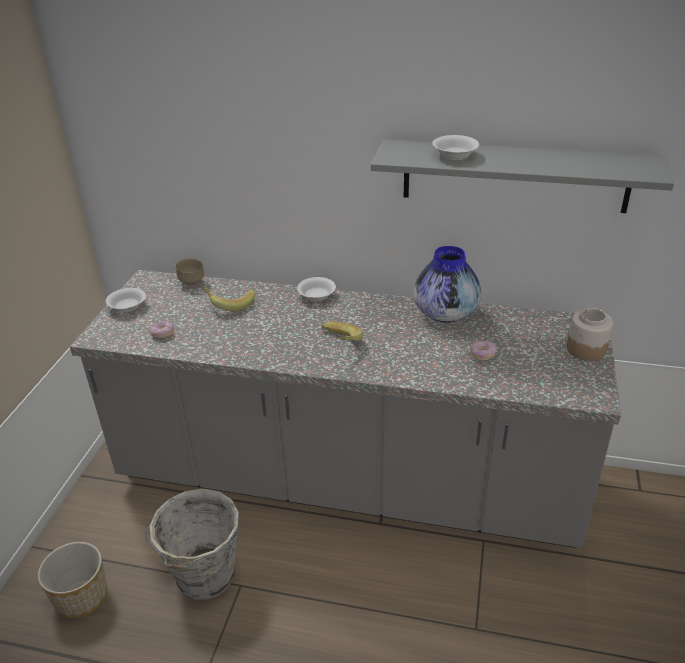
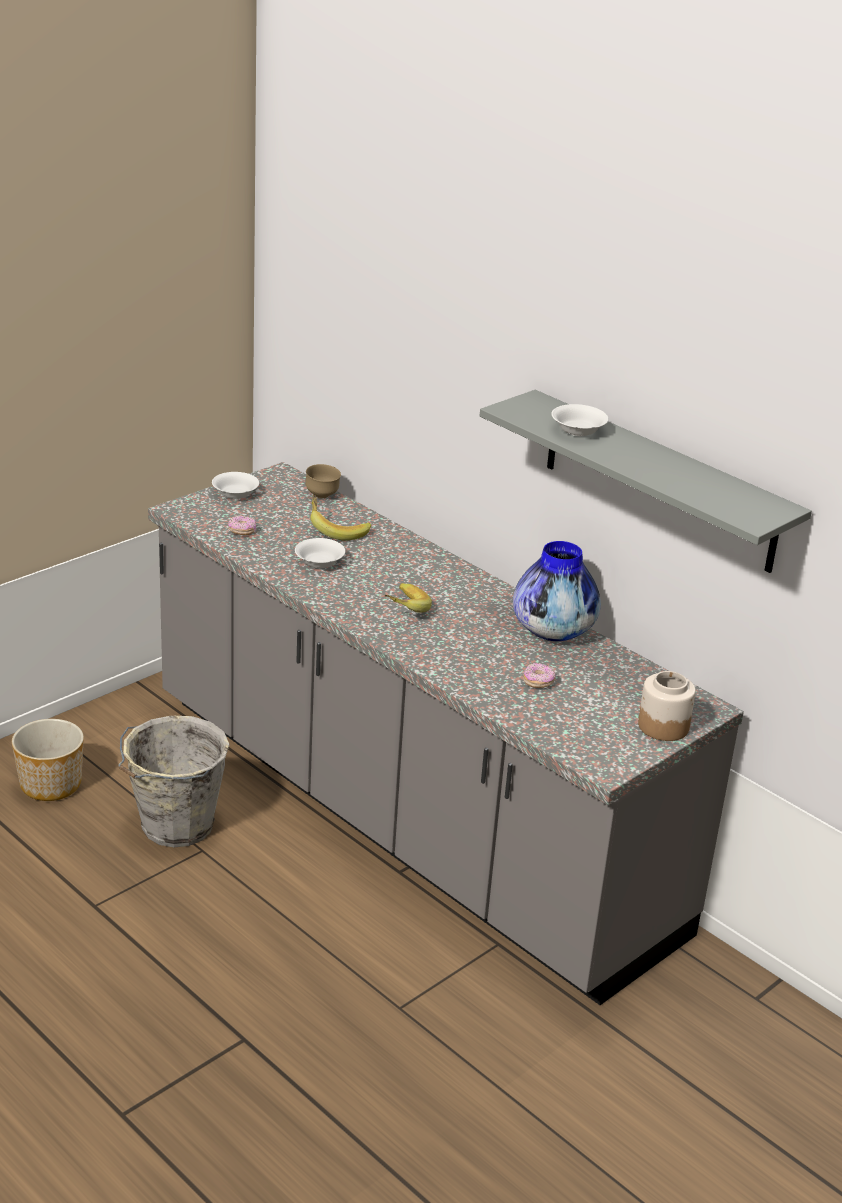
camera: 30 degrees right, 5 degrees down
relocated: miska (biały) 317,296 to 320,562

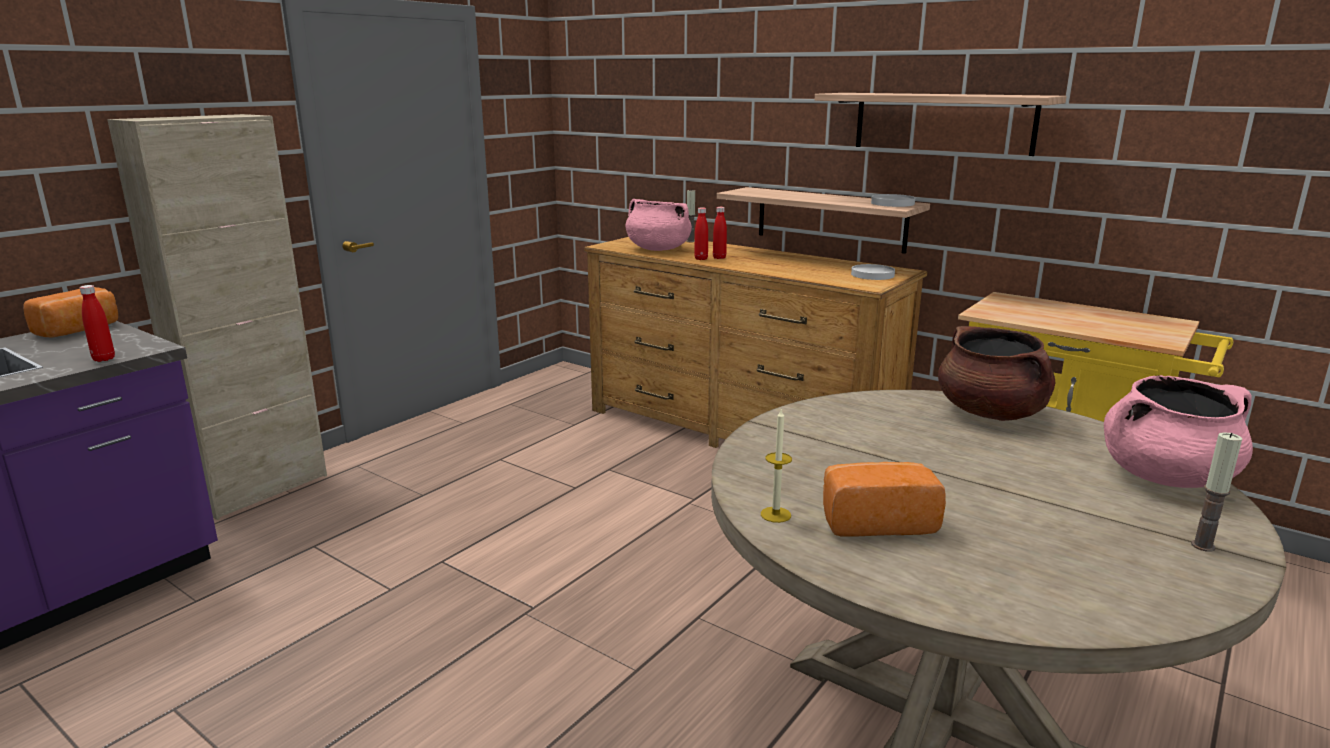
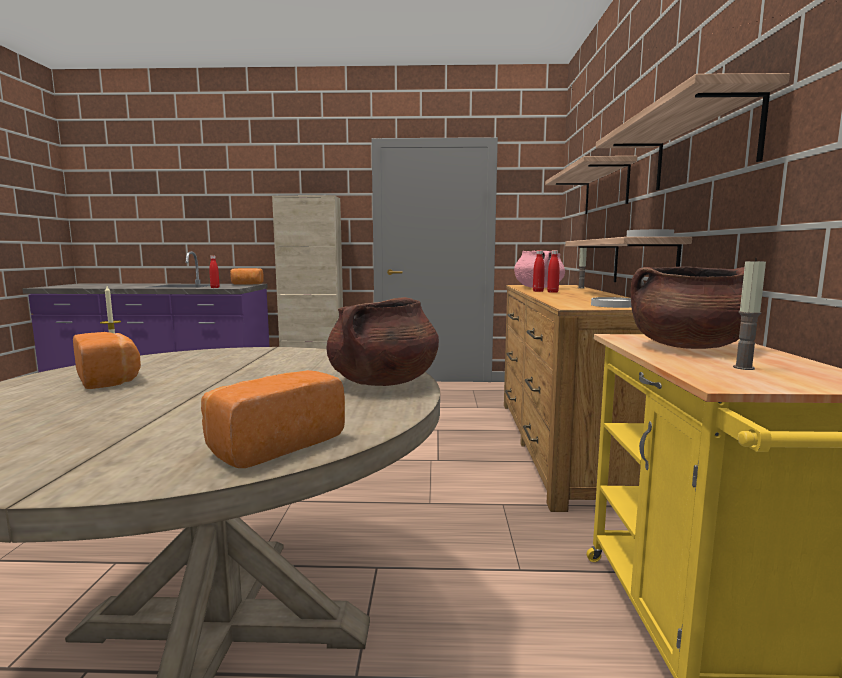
camera: 55 degrees right, 10 degrees down
appeared: półka 605,190; garnek (brązowy) 688,347
relocated: świeca 1203,546 to 744,367
exchanged: garnek (różowy) 1166,477 to chleb 273,444

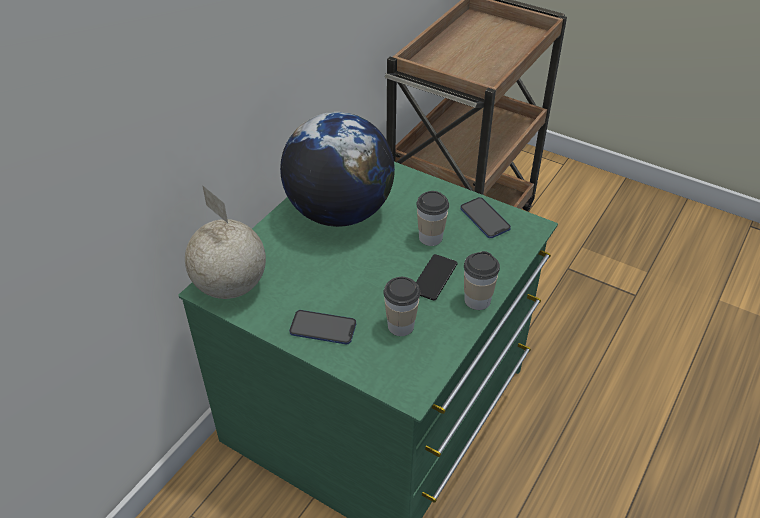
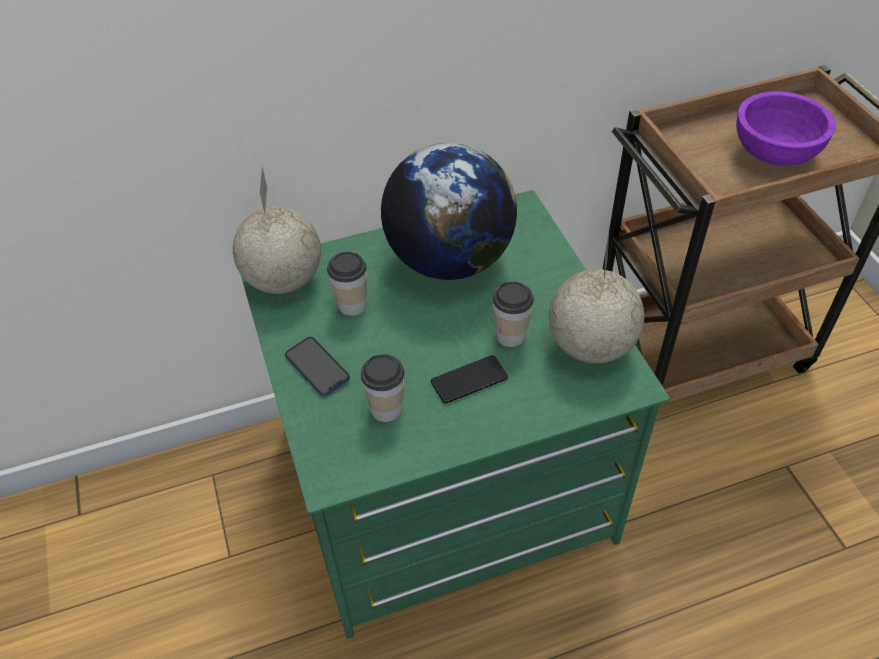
camera: 40 degrees right, 5 degrees up
appeared: miska (fioletowy) 774,152
relocated: filiżanka 477,300 to 352,305
exchanged: telefon 484,219 to globus 589,347

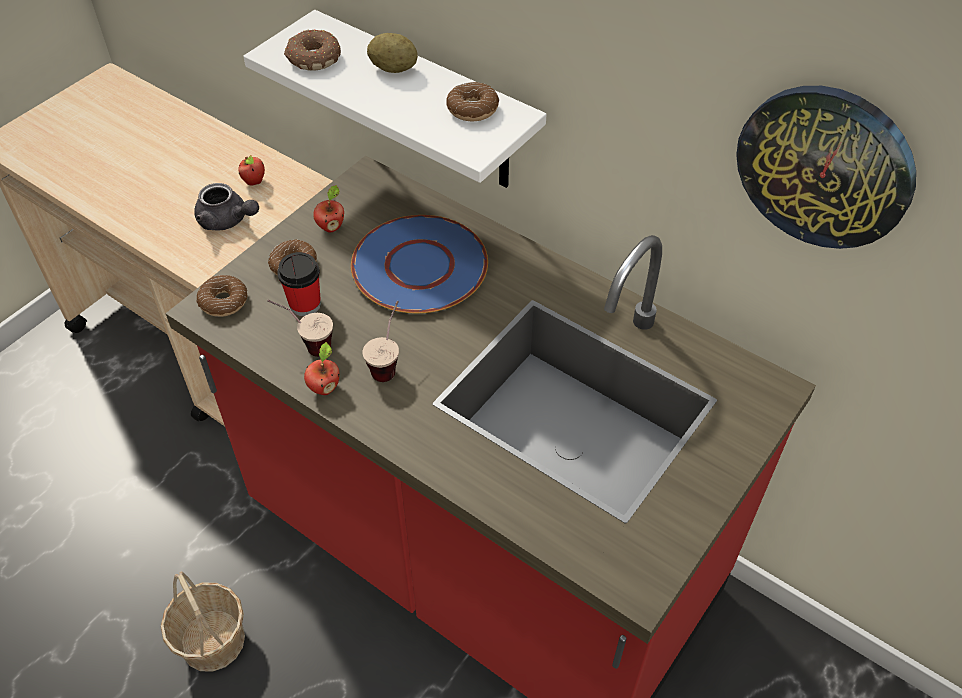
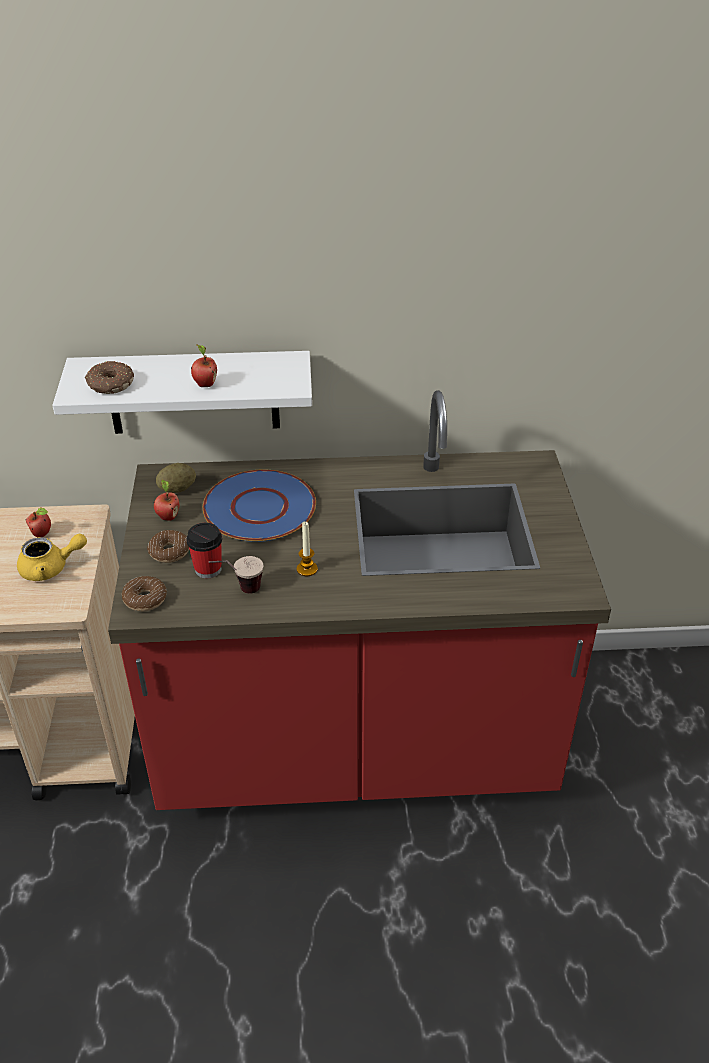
camera: 40 degrees left, 10 degrees down
missing: koszyk 213,640; donut 472,109; zegar ścienny 825,166
relocated: jabłko 324,387 to 205,384; ziemniak 393,69 to 177,489
exchanged: filiżanka 389,362 to świeca 307,569
colour: imbryk (szary) 227,221 to imbryk (żółty) 51,568

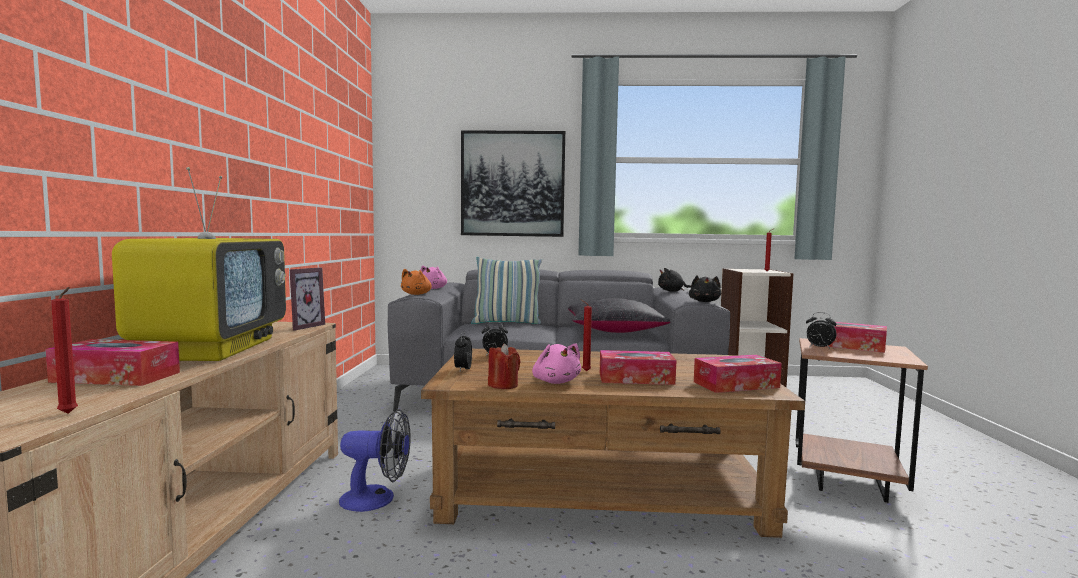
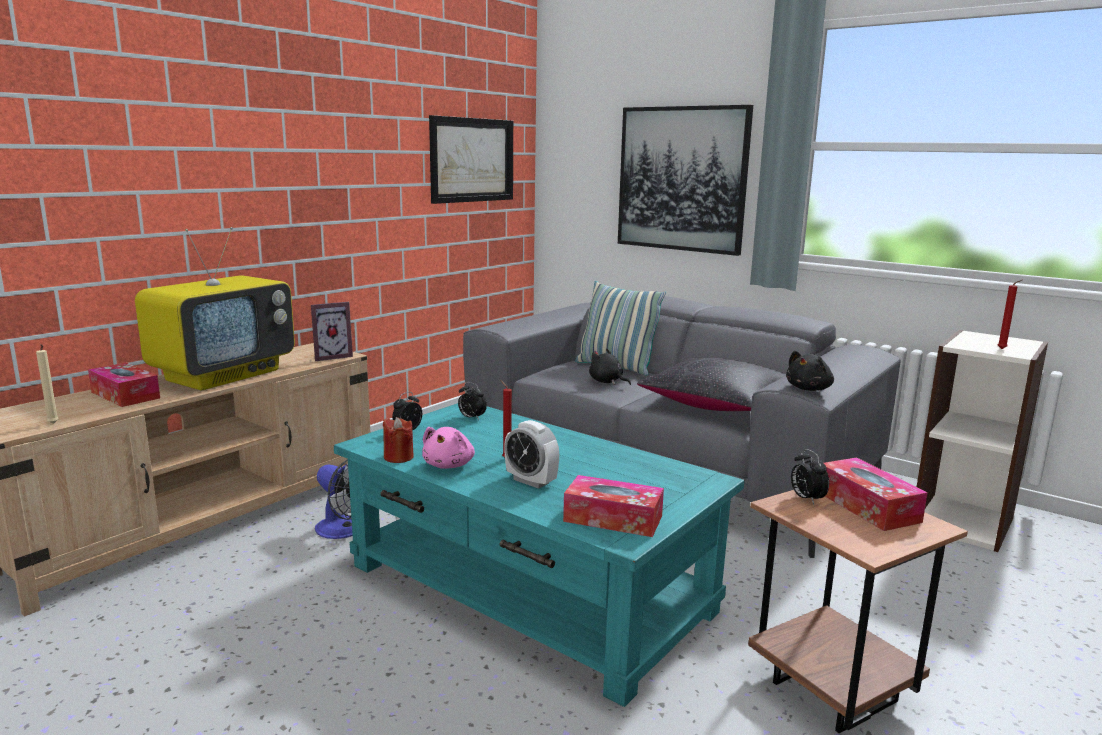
camera: 35 degrees right, 10 degrees up
missing: pluszak (pomarańczowy) 417,294; pluszak (różowy) 434,288
appeared: obraz 472,160
relocated: pluszak (czarny) 672,291 to 607,382
exchanged: pudełko chusteczek 636,378 to budzik 531,481
colour: świeca (czerwony) 69,414 to świeca (beżowy) 53,424; ława (brązowy) 601,490 to ława (turkusowy) 529,588

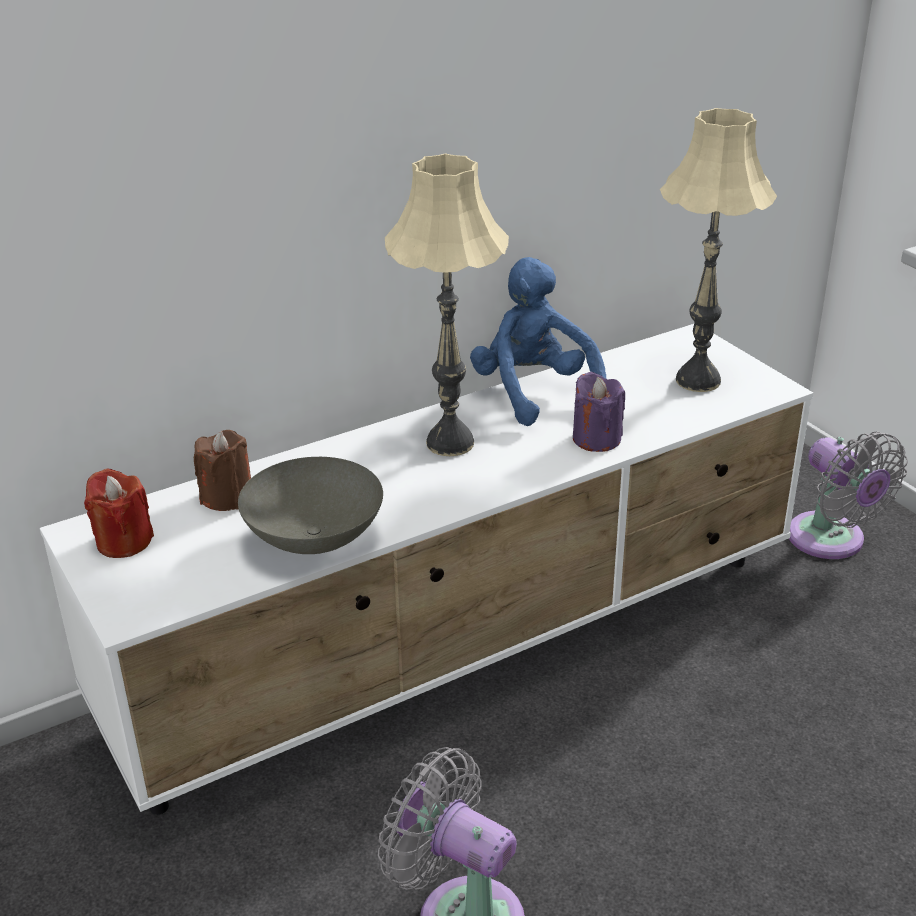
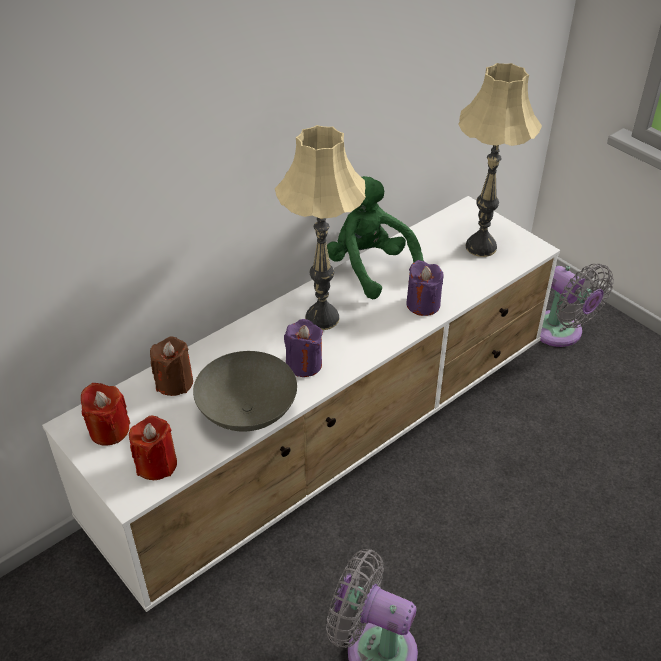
camera: 10 degrees left, 10 degrees up
appeared: świeca (czerwony) 156,464; świeca (fioletowy) 304,364
colour: pluszak (niebieski) 534,393 to pluszak (zielony) 370,268

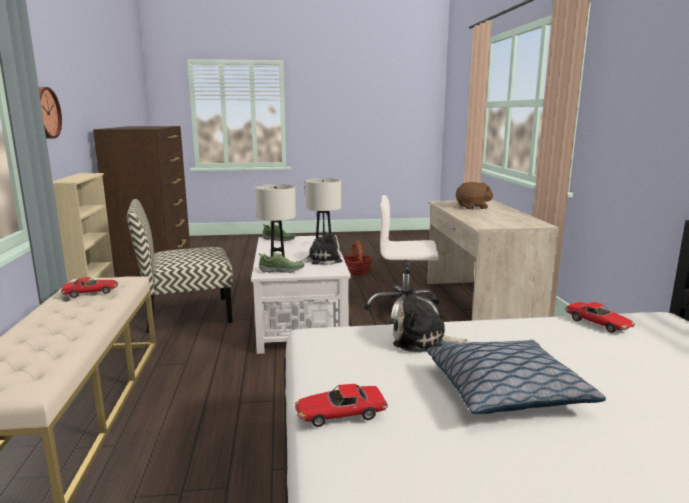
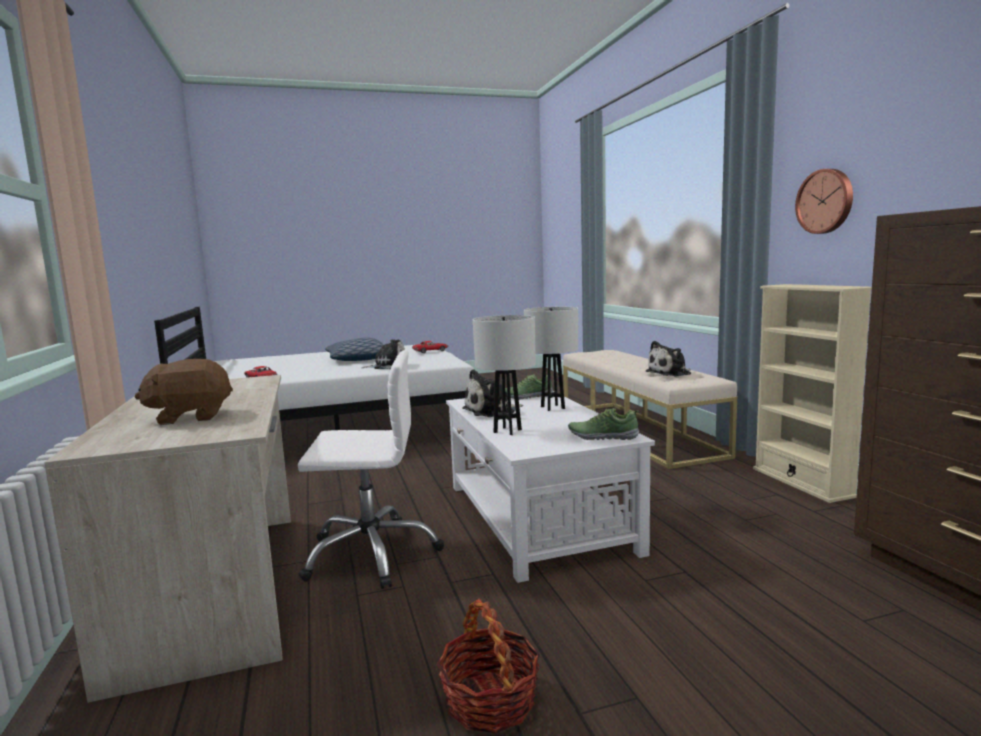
camera: 170 degrees right, 5 degrees down
missing: krzesło 186,314
exchanged: samochodzik 91,292 to pluszak 670,373

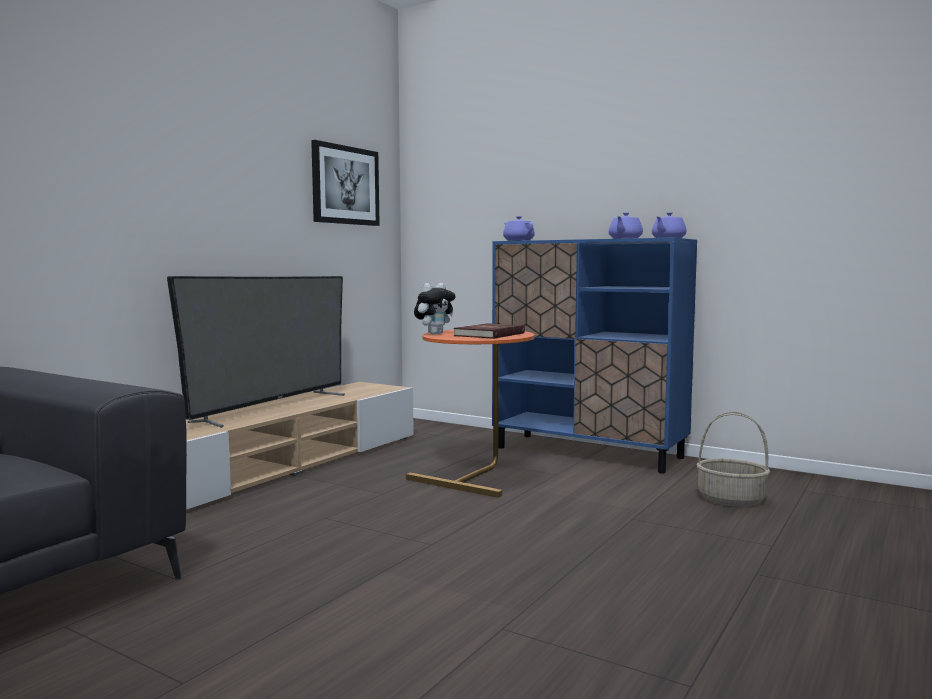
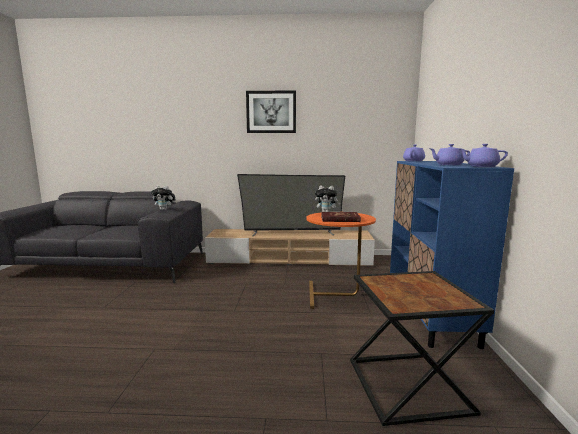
camera: 60 degrees right, 5 degrees up
appeared: pluszak 164,210
relocated: obraz 345,185 to 271,112
exchanged: koszyk 732,499 to stolik (czarny) 410,387

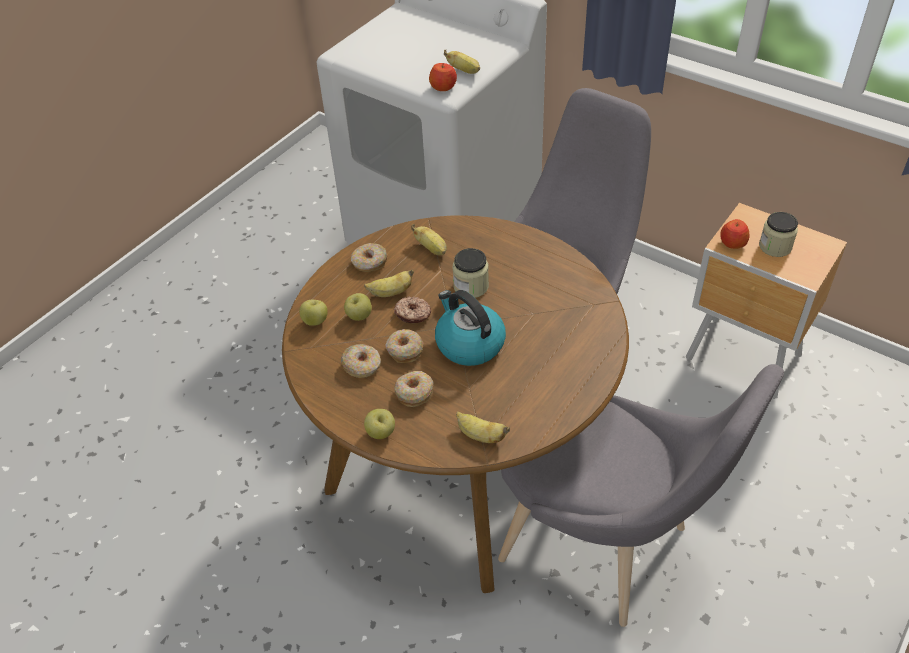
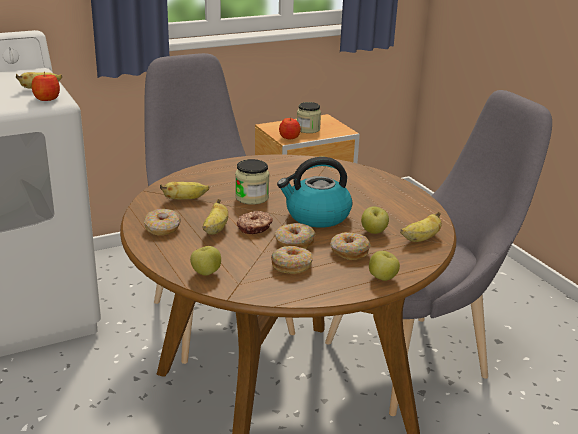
camera: 65 degrees left, 20 degrees down
relocated: jabłko 359,316 to 373,232

